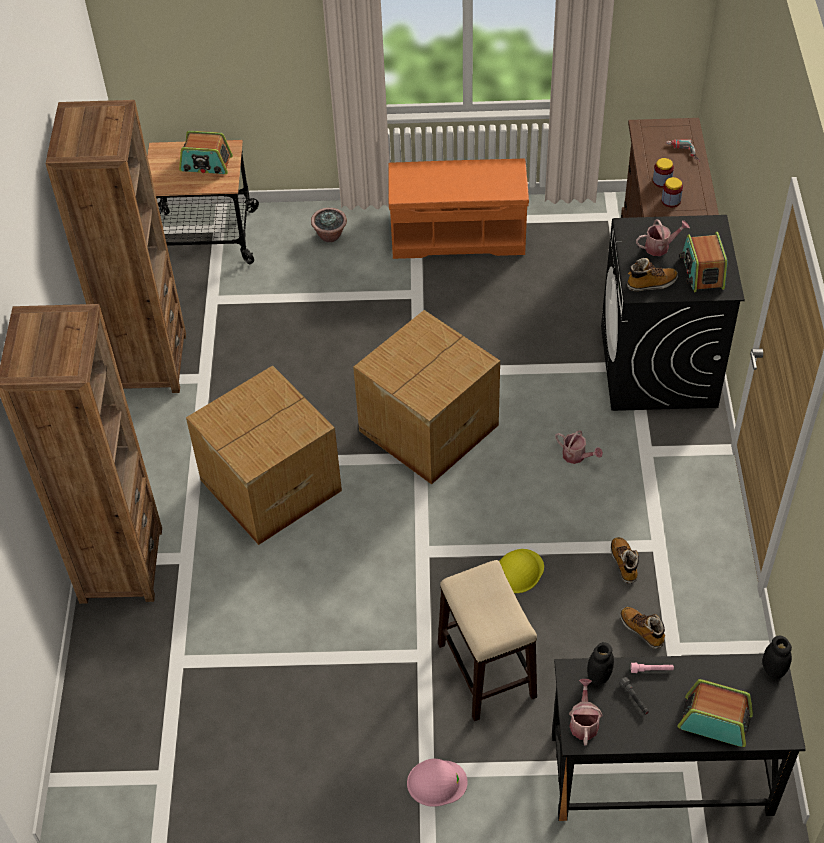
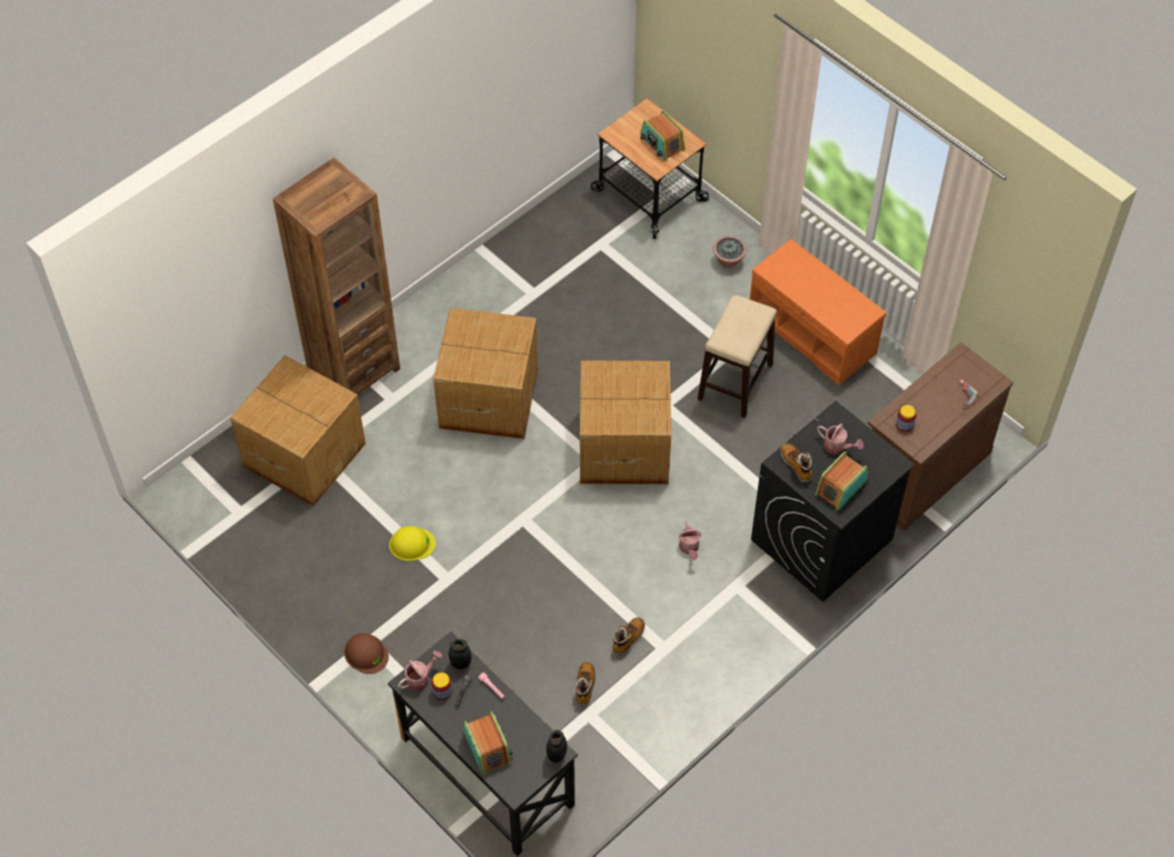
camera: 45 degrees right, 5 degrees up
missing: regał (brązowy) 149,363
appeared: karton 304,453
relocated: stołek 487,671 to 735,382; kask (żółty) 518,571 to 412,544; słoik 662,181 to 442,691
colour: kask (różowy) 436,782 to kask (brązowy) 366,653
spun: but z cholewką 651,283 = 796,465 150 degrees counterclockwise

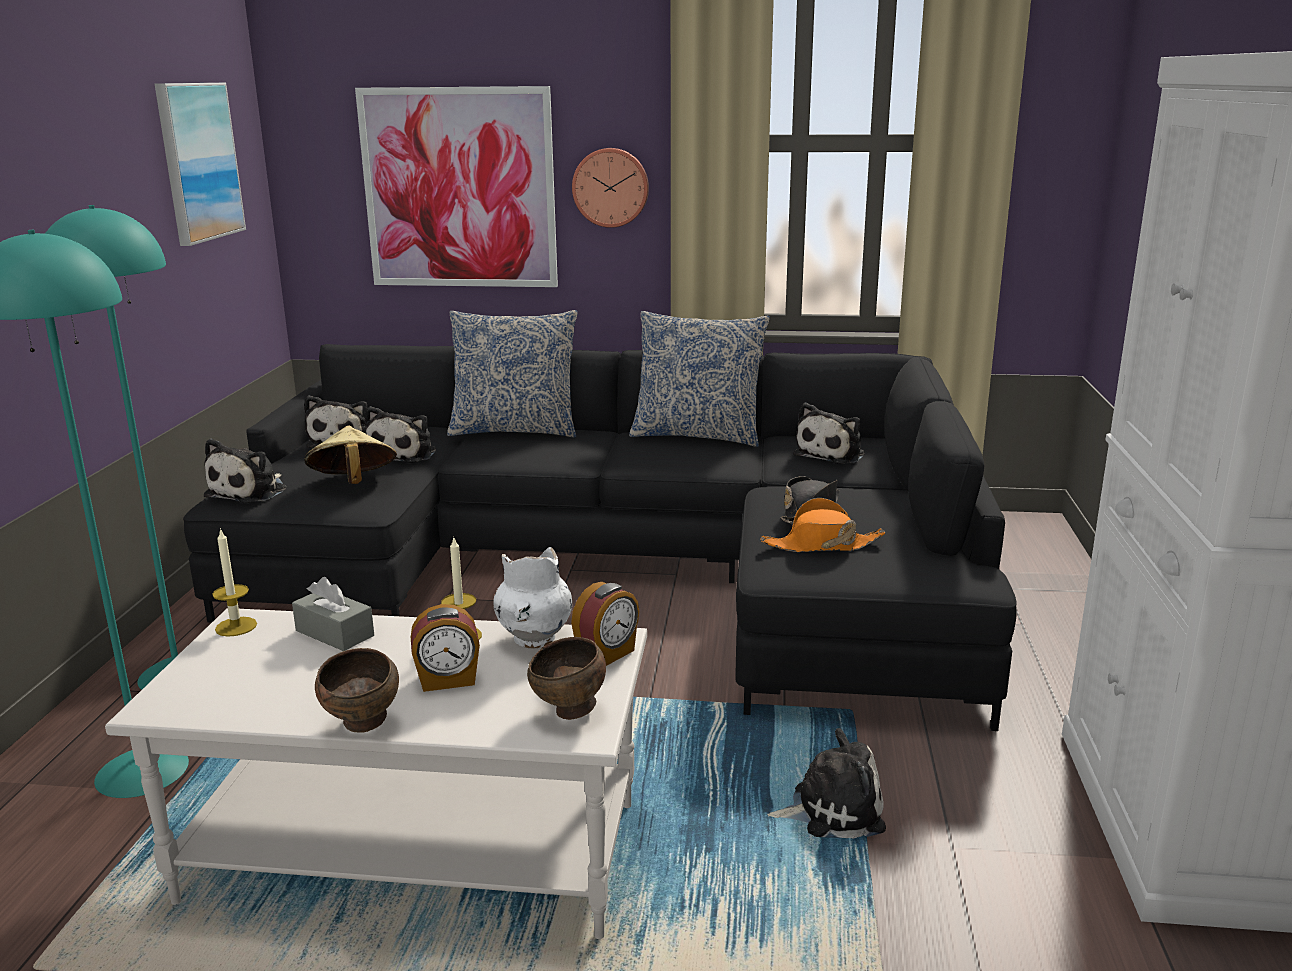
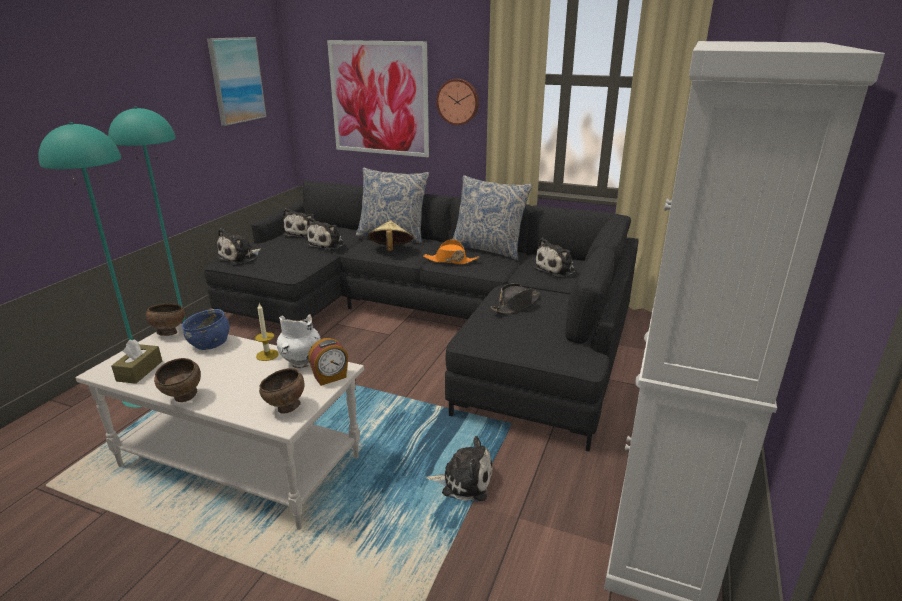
camera: 15 degrees right, 5 degrees up
missing: budzik 448,680
appeared: pudełko chusteczek (brązowy) 139,371
relocated: kapelusz (beżowy) 353,484 to 390,250; kapelusz (pomarańczowy) 821,545 to 450,261
exchanged: świeca 236,626 to miska (brązowy) 169,333; pudełko chusteczek (szary) 335,633 to miska (niebieski) 210,344

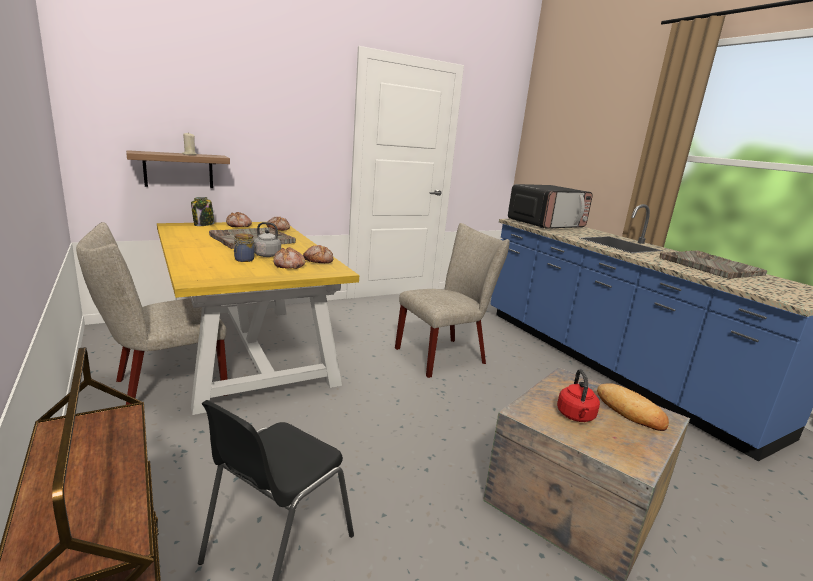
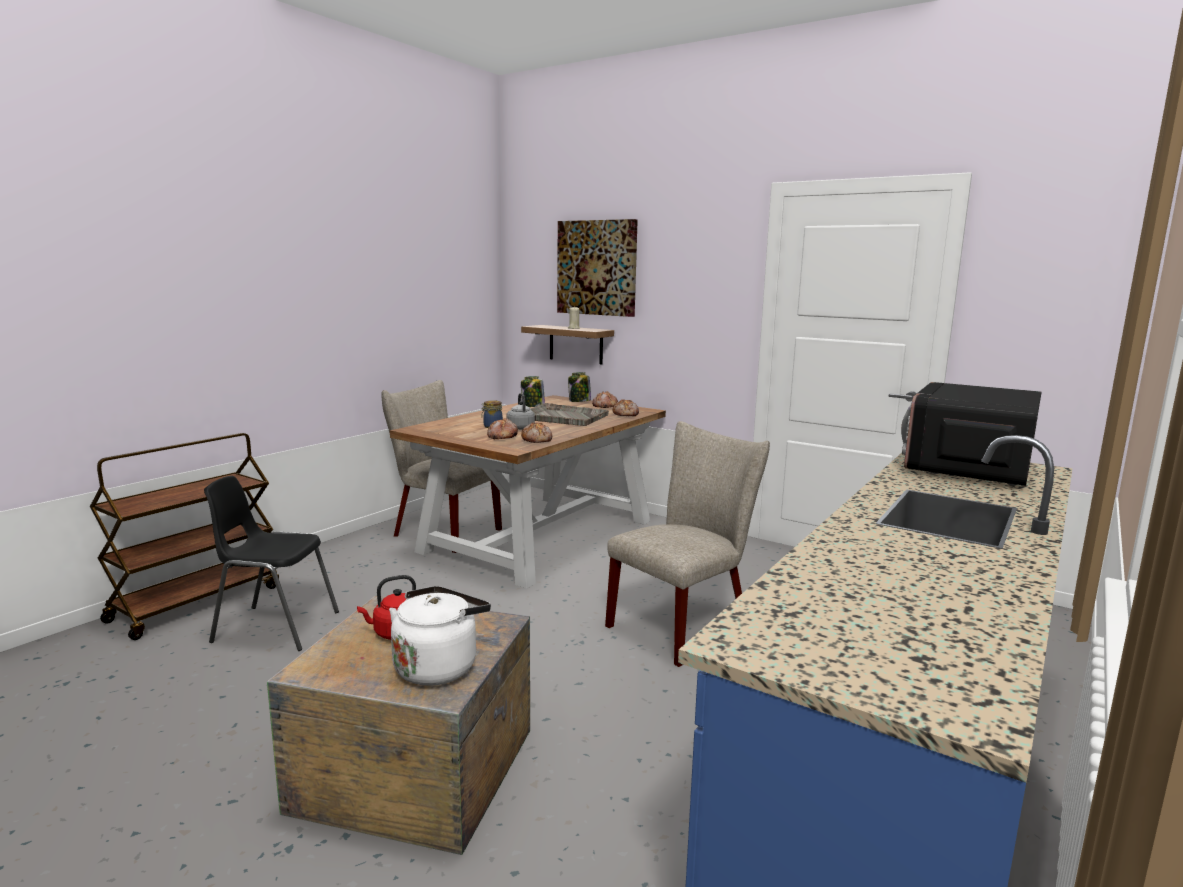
camera: 65 degrees right, 5 degrees down
missing: taca (szary) 709,266
appeared: słoik 532,406; obraz 597,268
exchanged: chleb 629,411 to czajnik (biały) 438,666
colour: stół jadalny (żółty) 249,351 to stół jadalny (brązowy) 539,536
spun: krzesło (beżowy) 445,355 = 685,625 75 degrees counterclockwise; mikrofalówka 546,224 = 968,468 90 degrees clockwise

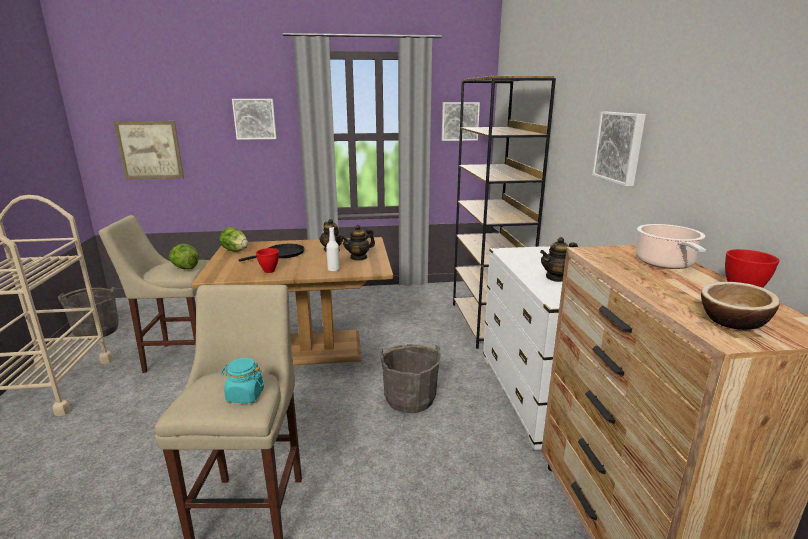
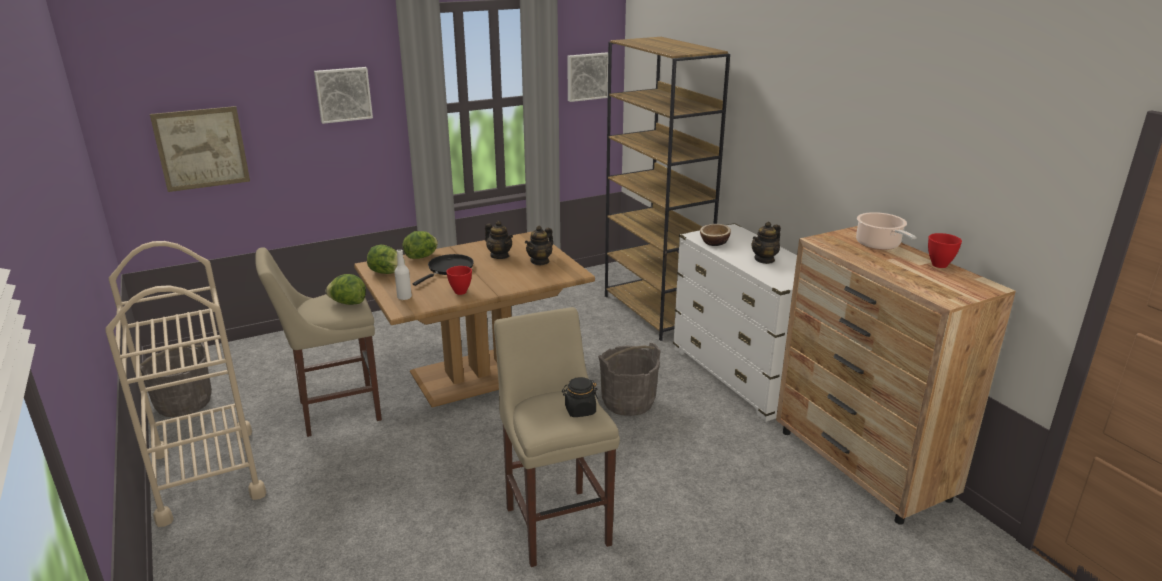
camera: 20 degrees left, 5 degrees up
missing: obraz 620,147
appeared: sałata 422,257
relocated: butelka (biały) 333,269 to 404,297; miska 732,321 to 714,242
colour: słoik (turkusowy) 245,395 to słoik (czarny) 580,410

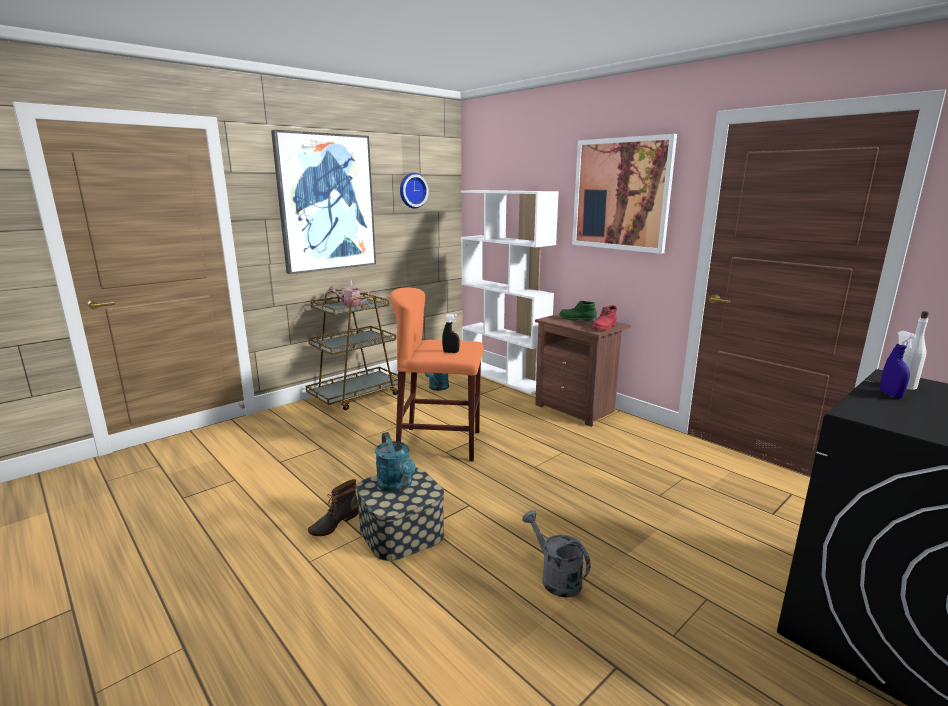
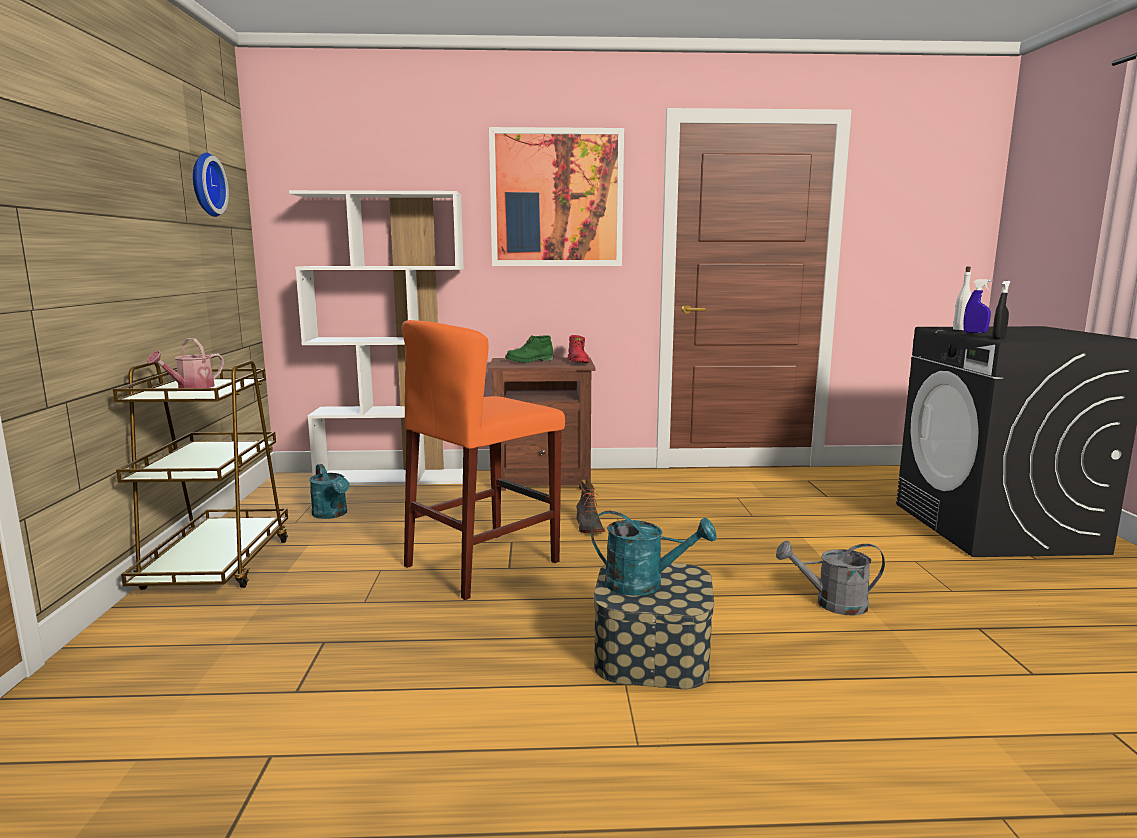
camera: 50 degrees left, 5 degrees down
missing: obraz 326,203
relocated: but z cholewką 333,523 to 588,526; spryskiwacz (czarny) 451,352 to 998,338

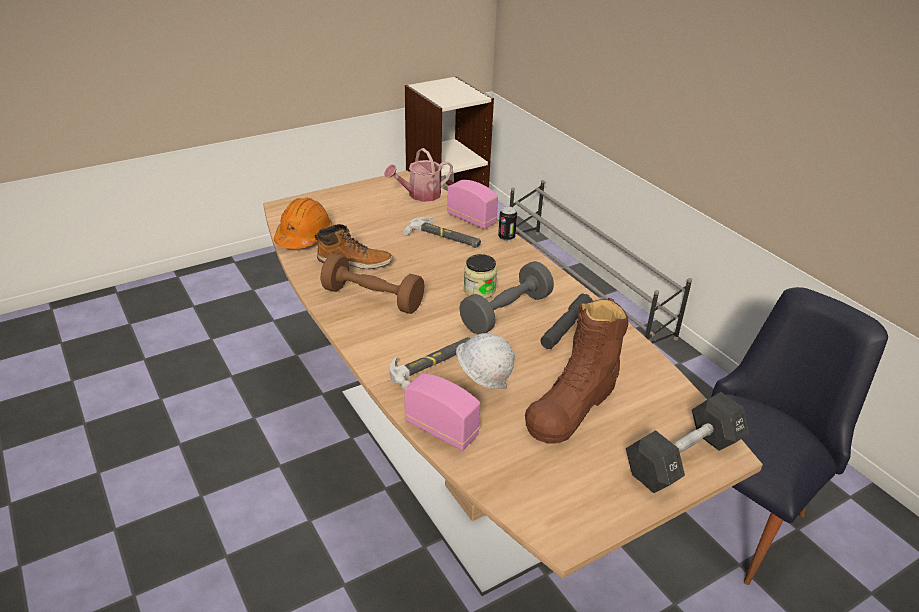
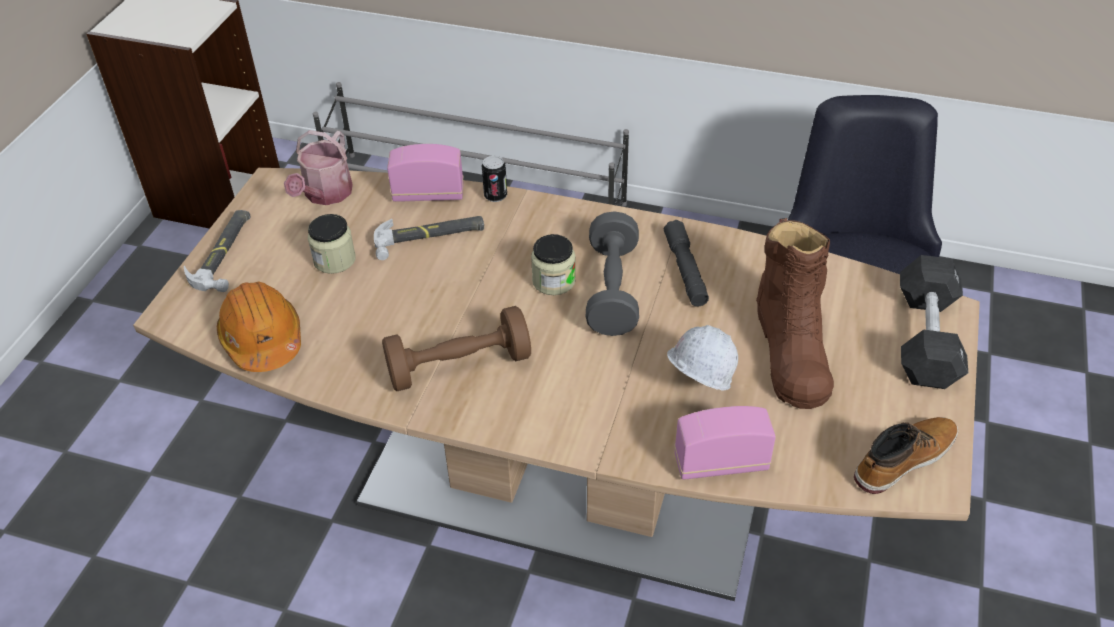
camera: 40 degrees left, 10 degrees up
appeared: słoik 334,260
relocated: but z cholewką 355,261 to 902,459; młotek 434,364 to 225,253

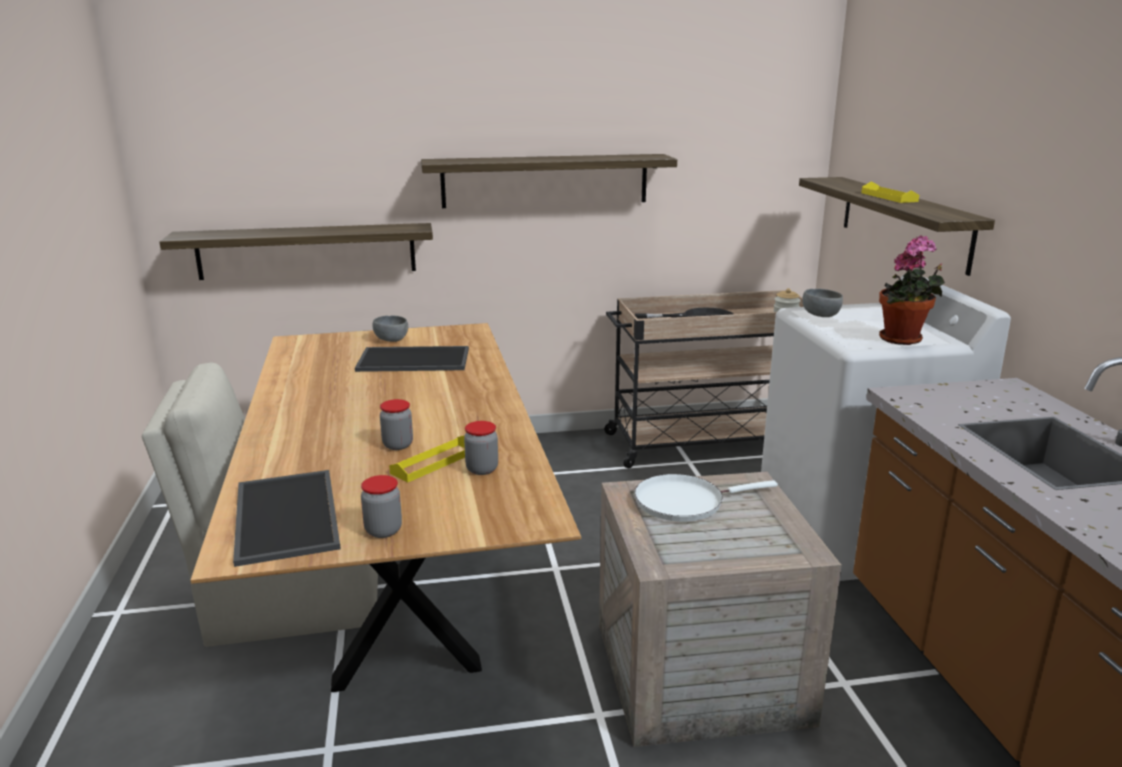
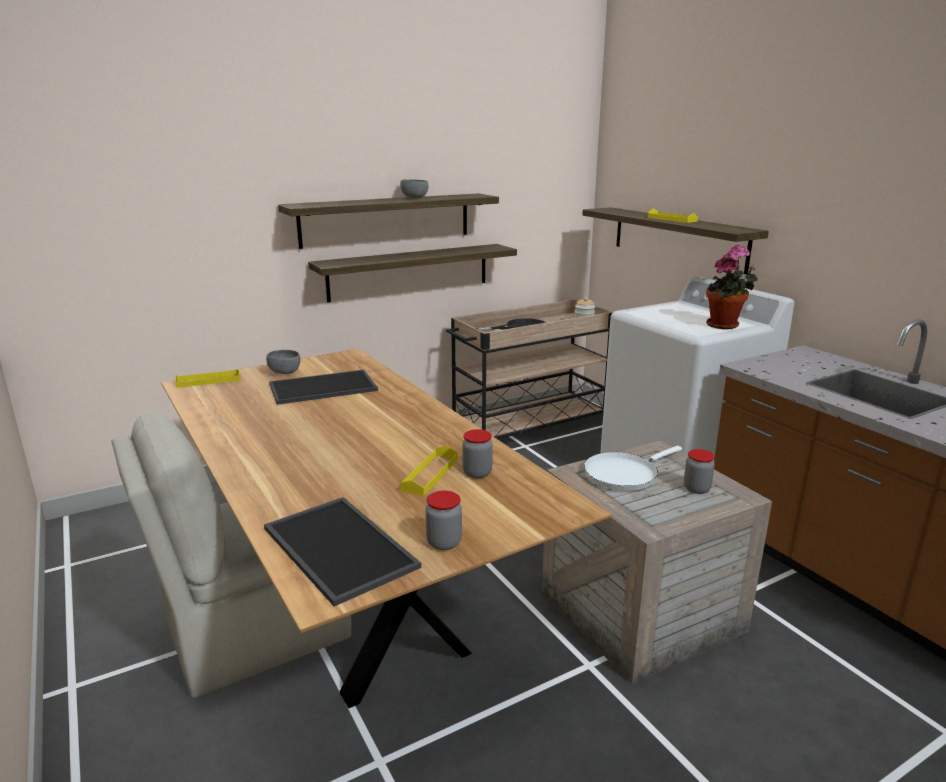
camera: 20 degrees left, 0 degrees up
appeared: taca (żółty) 208,381
relocated: półka 307,251 to 409,272; słoik 398,445 to 696,489; miska (szary) 820,315 to 414,198

